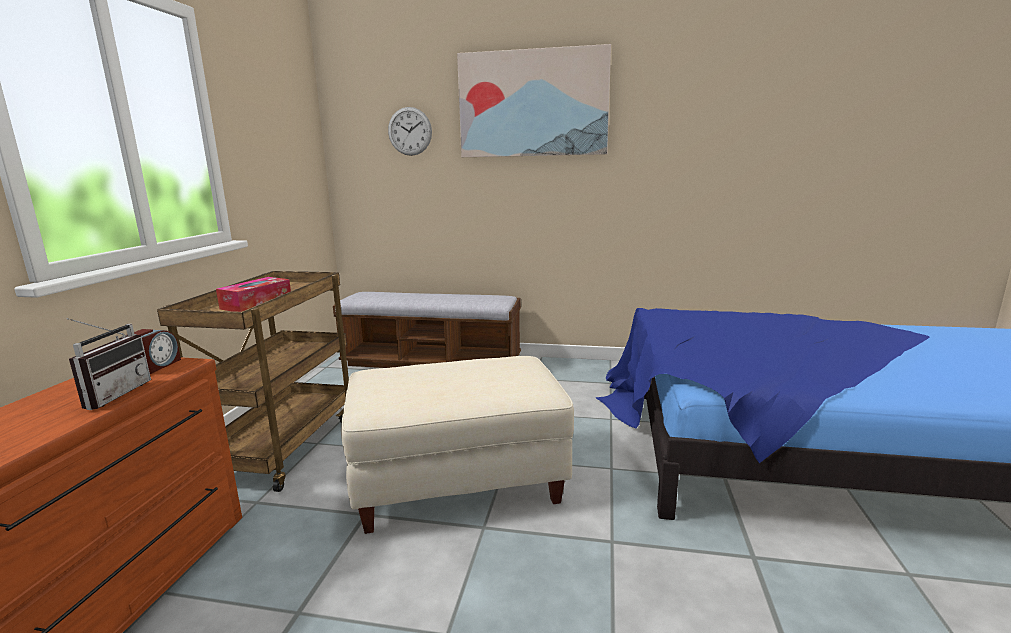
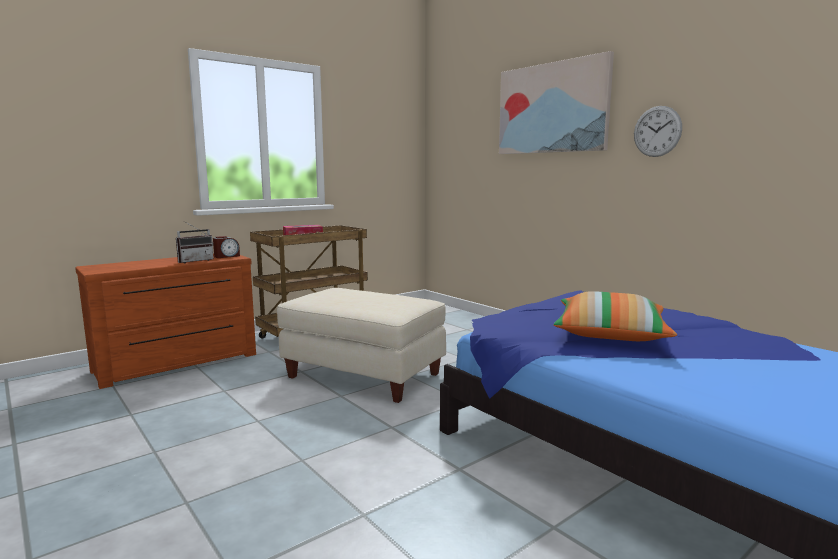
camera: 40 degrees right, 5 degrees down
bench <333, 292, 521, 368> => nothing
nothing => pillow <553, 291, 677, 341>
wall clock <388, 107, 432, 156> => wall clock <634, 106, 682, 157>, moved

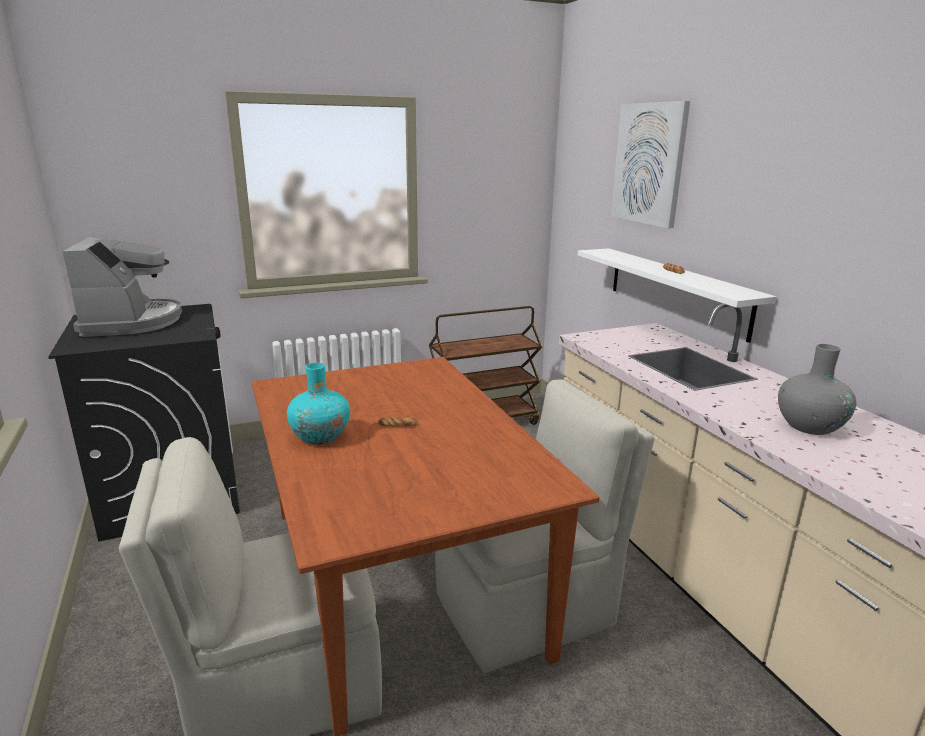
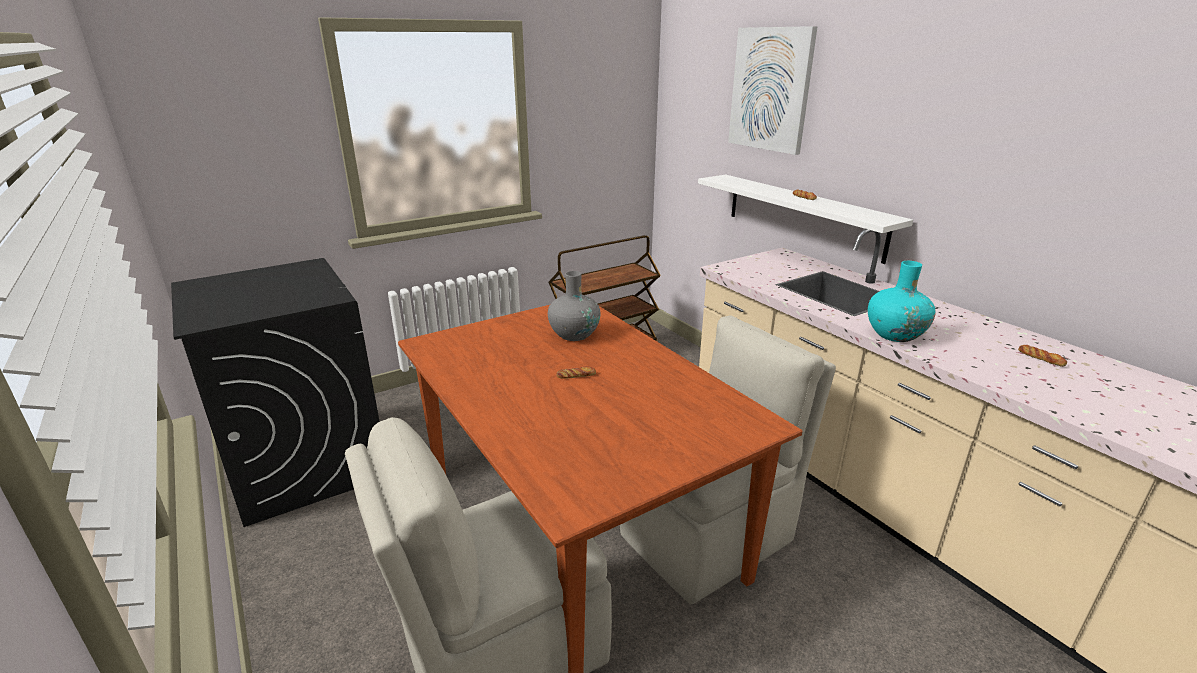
camera: 10 degrees left, 5 degrees up
coffee machine <62, 237, 182, 337> => nothing
nothing => bread <1018, 345, 1067, 367>
turquoise vase <287, 363, 350, 445> => turquoise vase <868, 261, 936, 342>, moved
grey vase <778, 344, 856, 435> => grey vase <548, 271, 600, 341>, moved

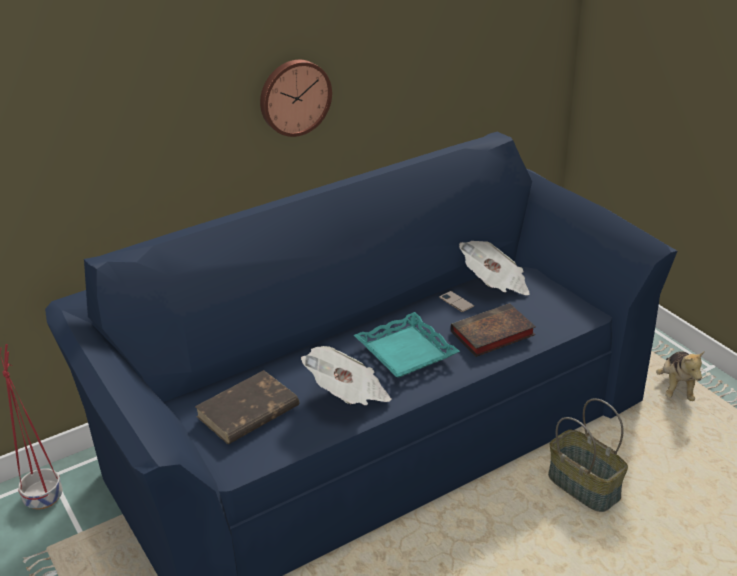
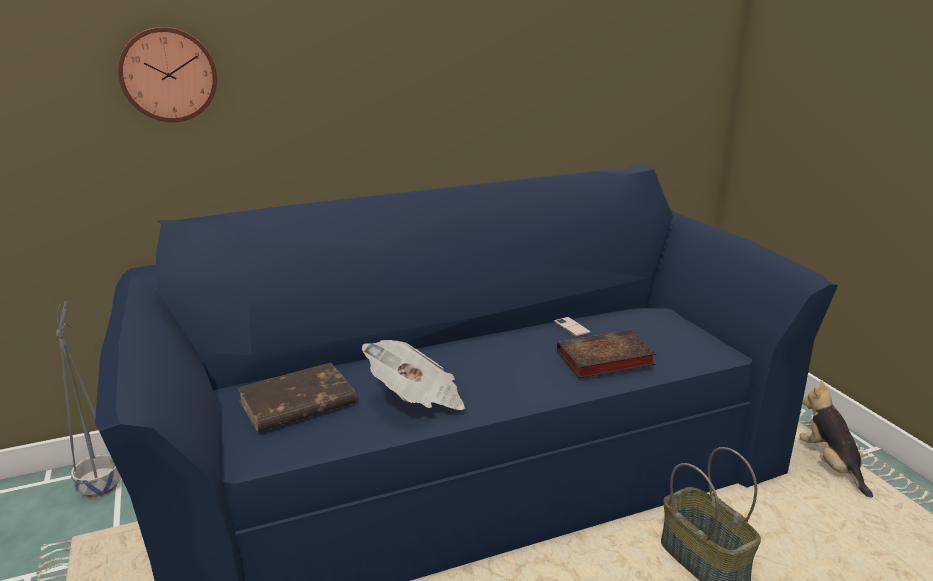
camera: 10 degrees right, 10 degrees down
turquoise tray <354, 312, 460, 378> => nothing
newspaper <459, 241, 529, 295> => nothing
wall clock <260, 60, 332, 137> => wall clock <118, 26, 217, 122>, moved
red planter <0, 344, 63, 509> => grey planter <56, 301, 121, 497>
plush toy <656, 351, 705, 401> => plush toy <799, 381, 873, 497>, 150 degrees clockwise

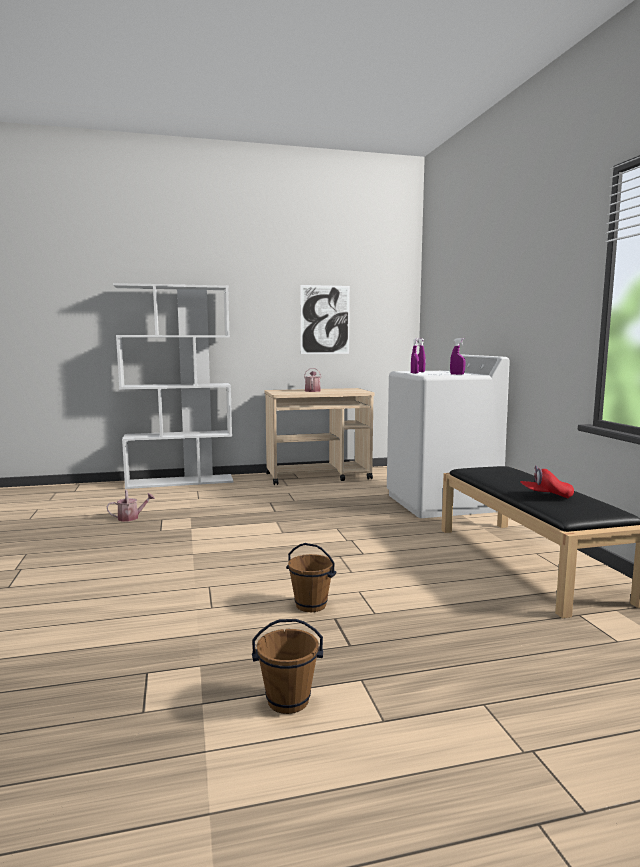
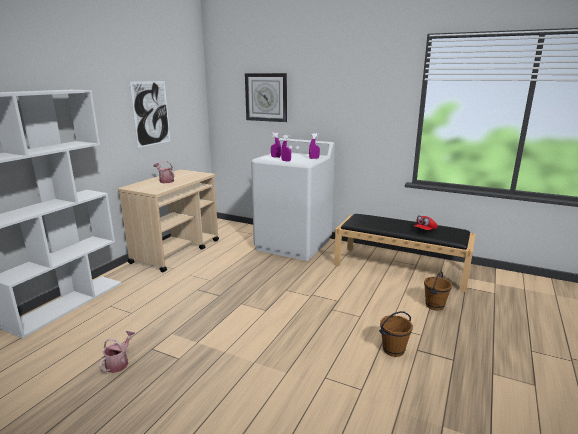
camera: 50 degrees left, 10 degrees up
nothing => wall clock <245, 73, 287, 122>
brown bucket <252, 619, 323, 714> => brown bucket <424, 271, 452, 310>, moved

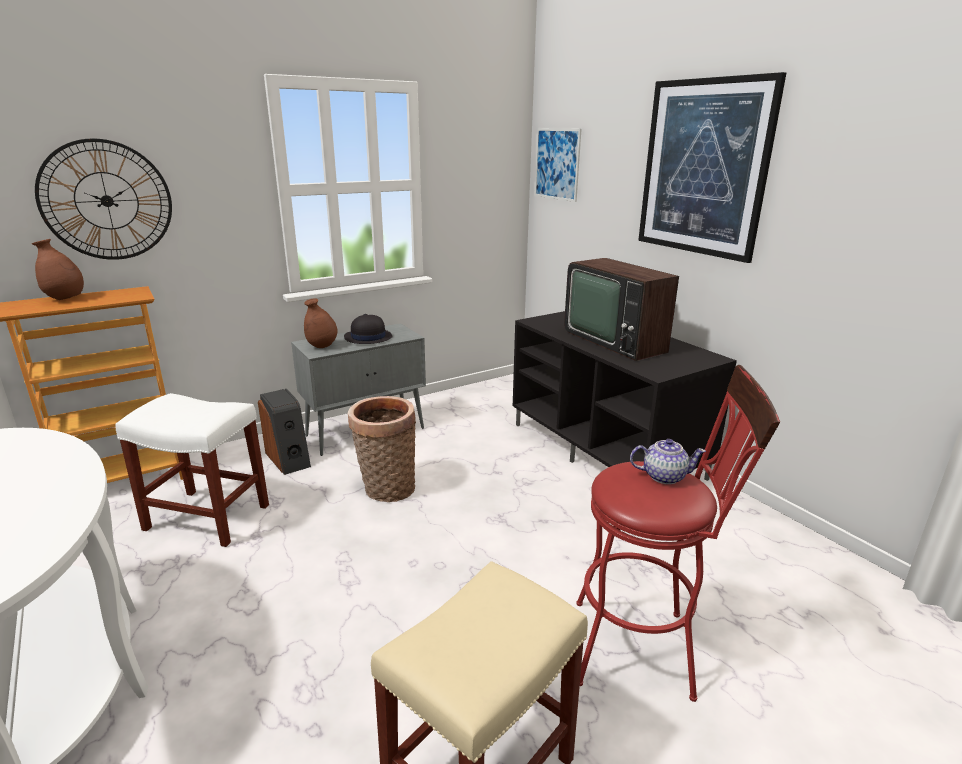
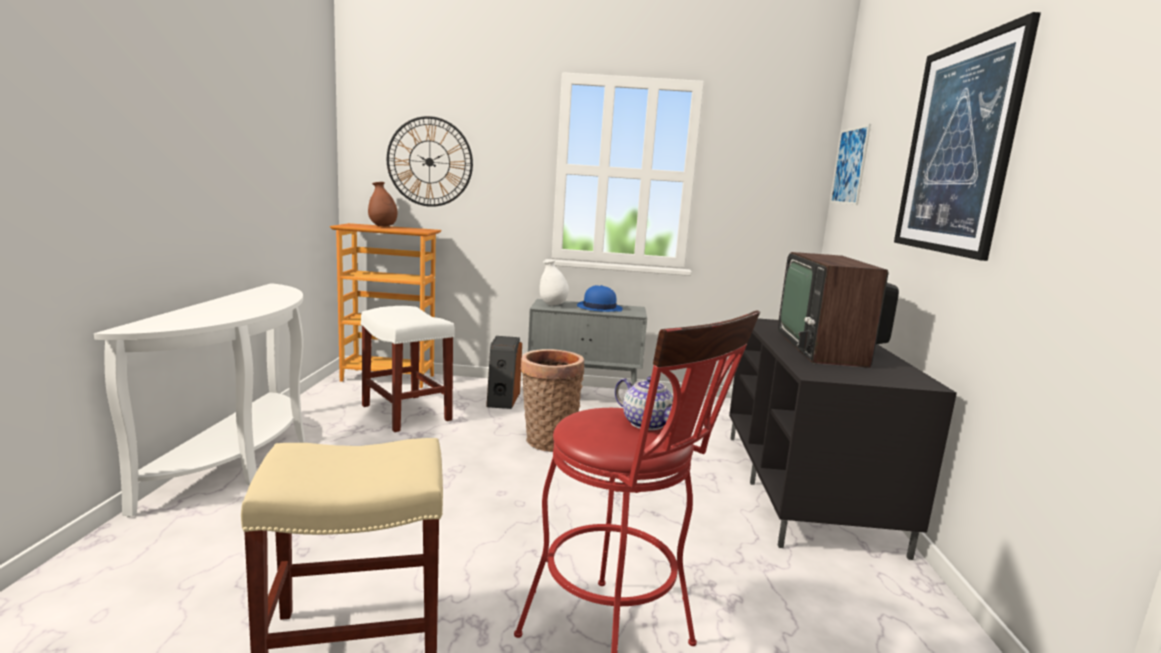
camera: 35 degrees right, 10 degrees down
brown vase <304, 298, 337, 348> => white vase <540, 259, 569, 306>
black hat <344, 314, 393, 344> => blue hat <577, 285, 623, 312>

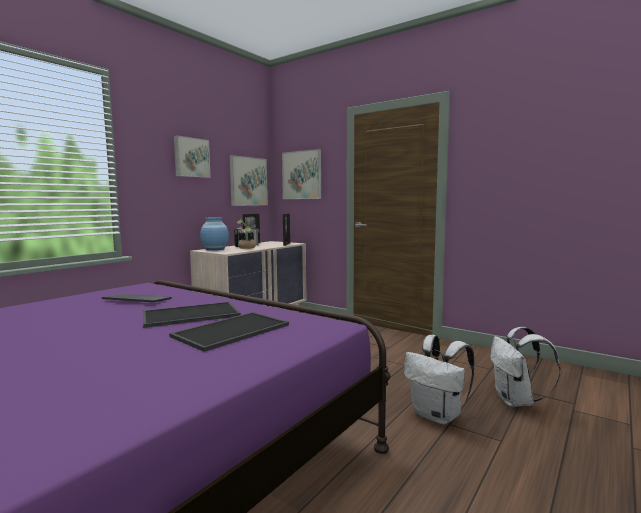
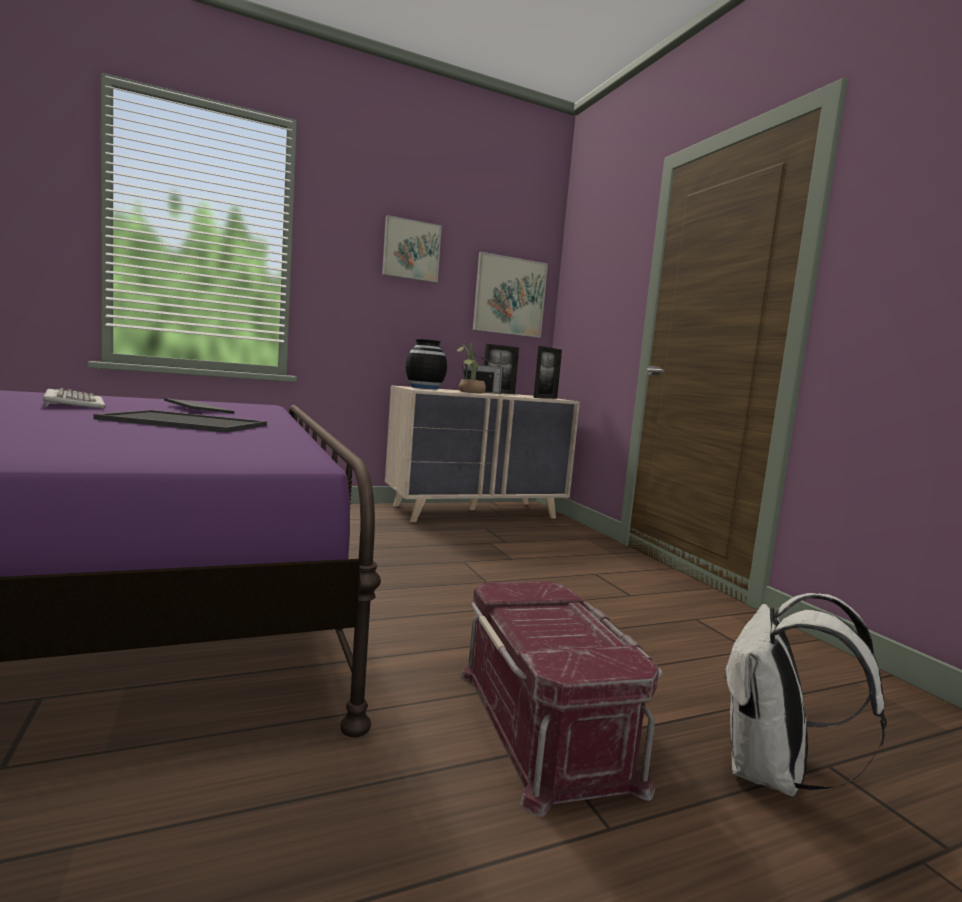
camera: 30 degrees right, 0 degrees up
tray <169, 312, 289, 352> => nothing
picture <282, 149, 321, 199> => nothing
nothing => keyboard <42, 388, 106, 408>
white backpack <404, 335, 475, 425> => red storage box <460, 582, 663, 817>
blue vase <200, 217, 229, 251> => black vase <406, 339, 447, 389>

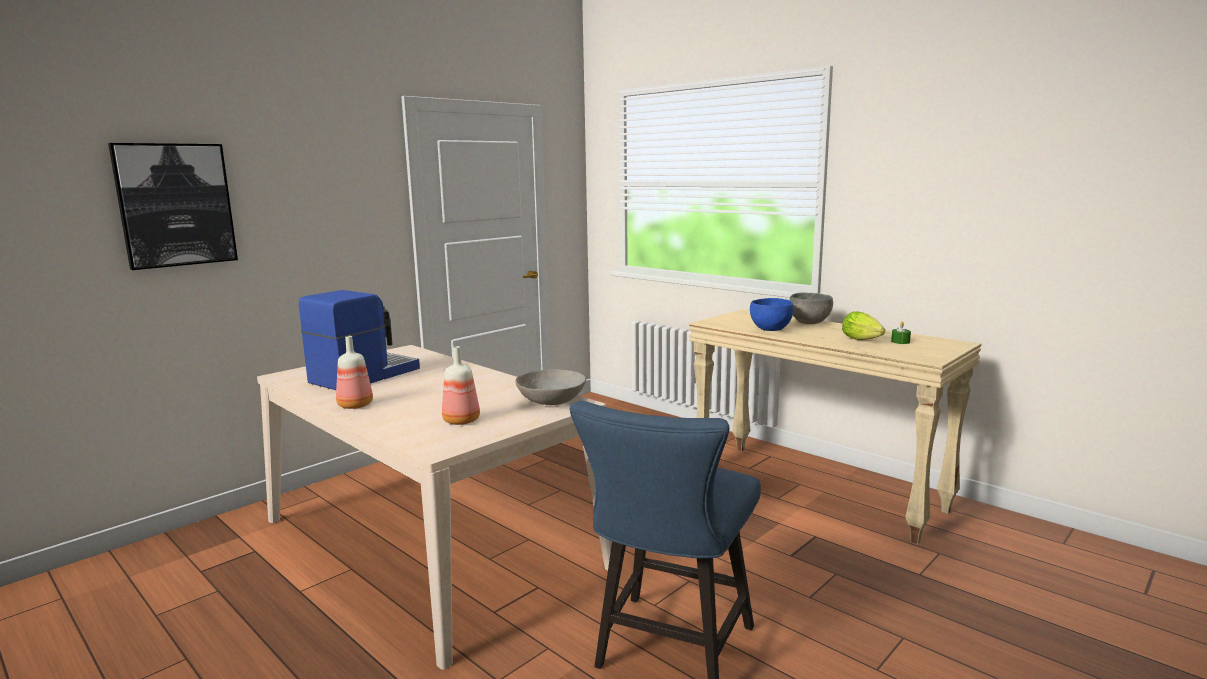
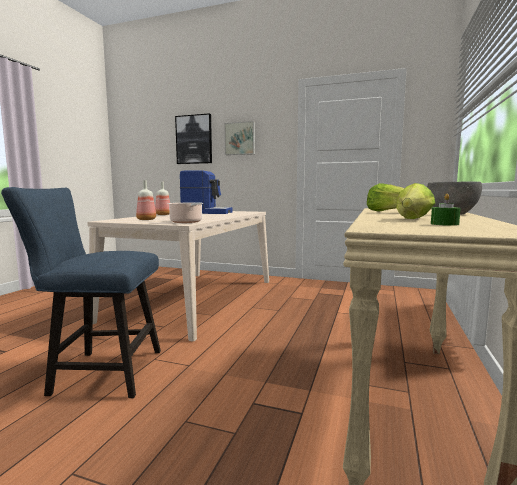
camera: 65 degrees right, 5 degrees down
nothing => picture <224, 121, 255, 155>
grey bowl <515, 369, 586, 405> => cooking pot <168, 202, 203, 223>
blue bowl <750, 298, 794, 331> => lettuce <367, 183, 405, 212>

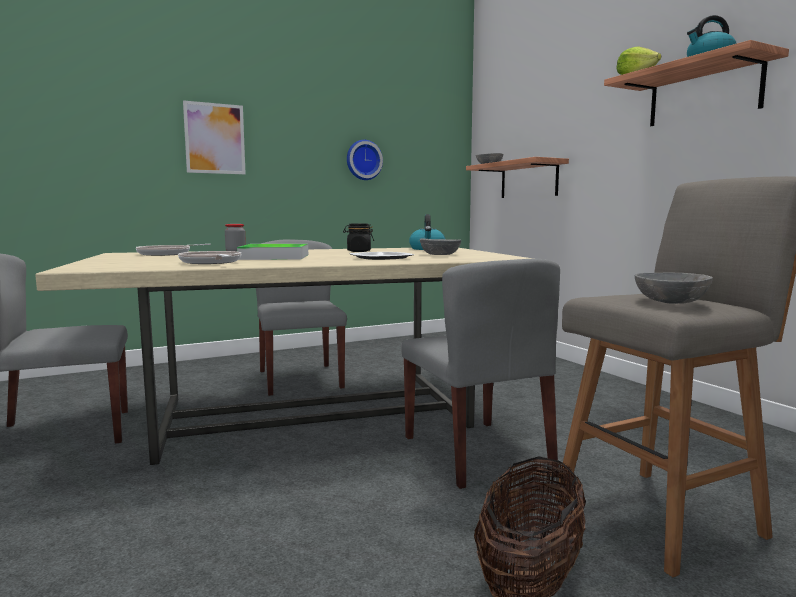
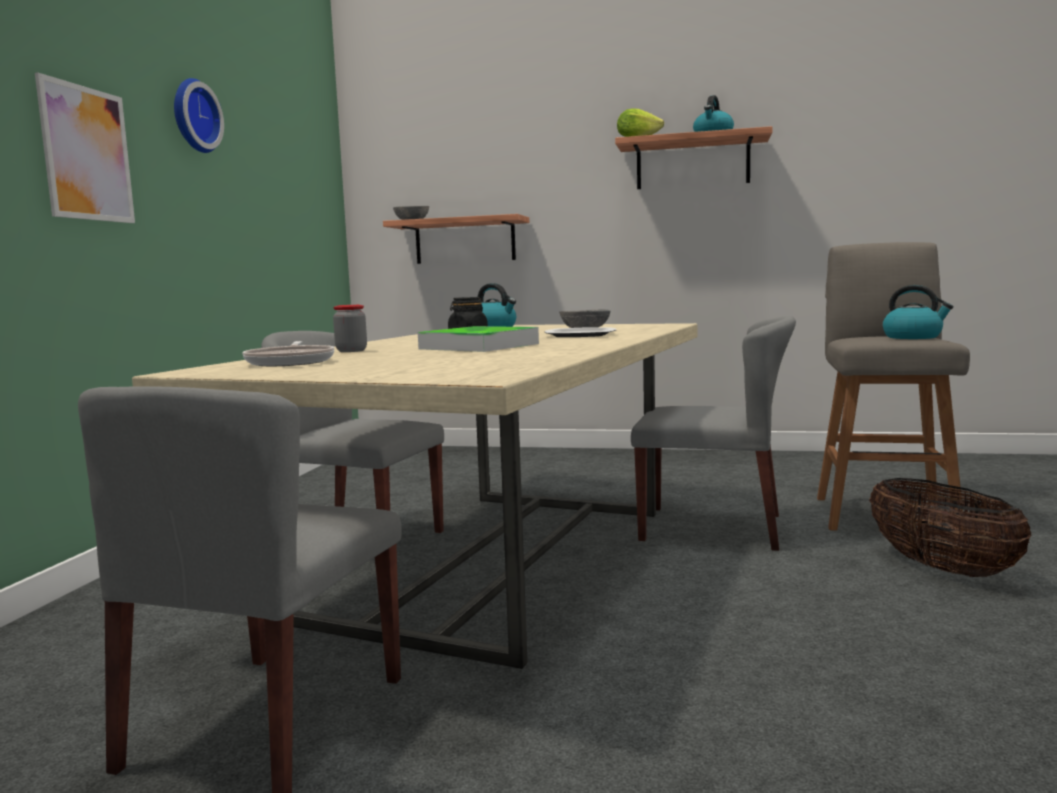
camera: 50 degrees left, 0 degrees up
frying pan <178, 251, 241, 264> => nothing
wall clock <347, 140, 383, 180> => wall clock <174, 78, 224, 153>, moved
grey bowl <635, 273, 713, 304> => kettle <883, 285, 953, 339>

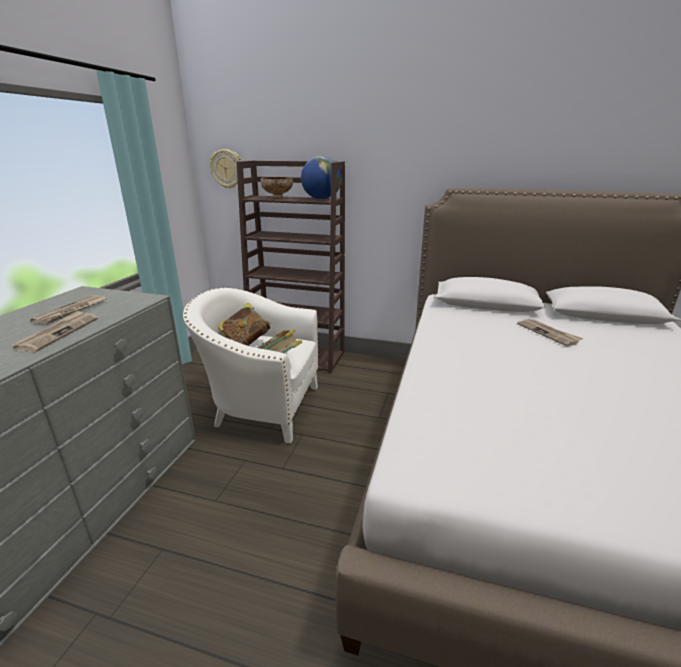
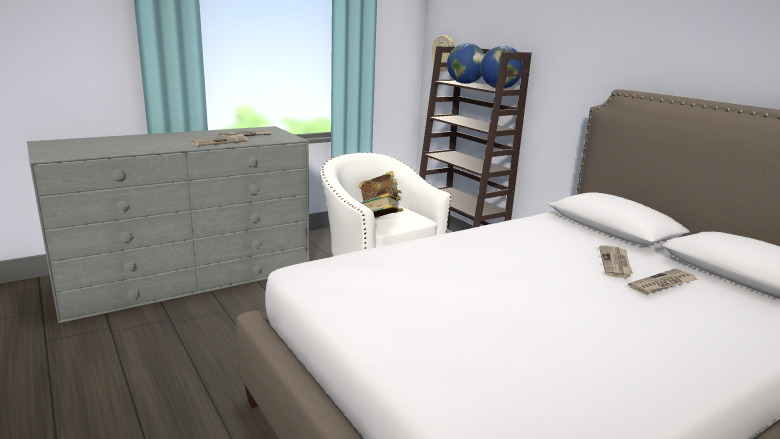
camera: 40 degrees right, 5 degrees down
nothing => newspaper <628, 268, 697, 295>
bowl <261, 177, 293, 199> => globe <447, 43, 485, 84>

